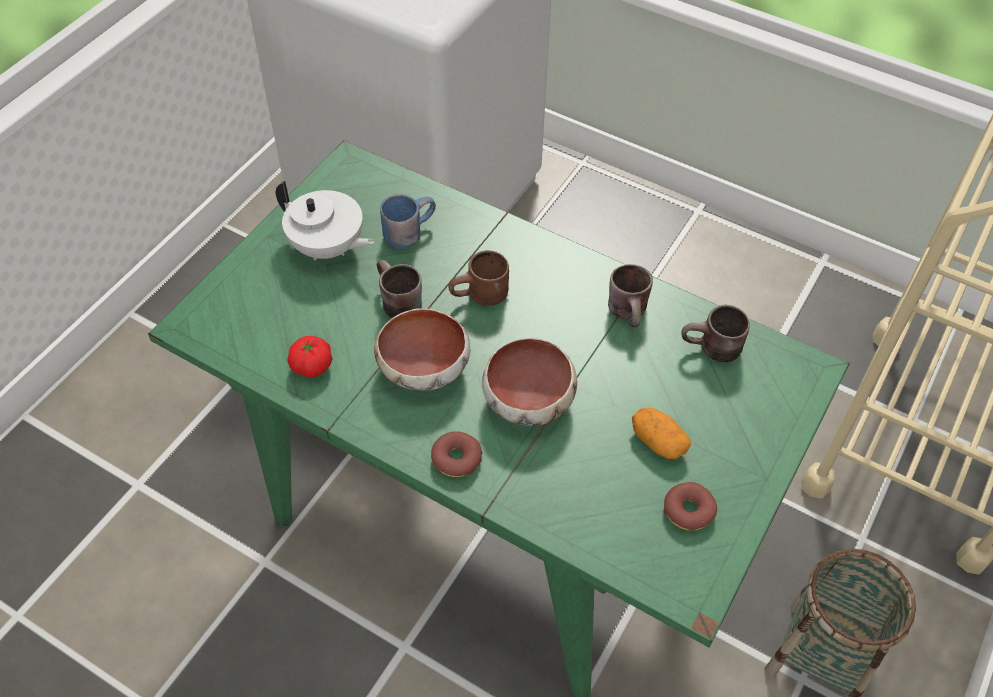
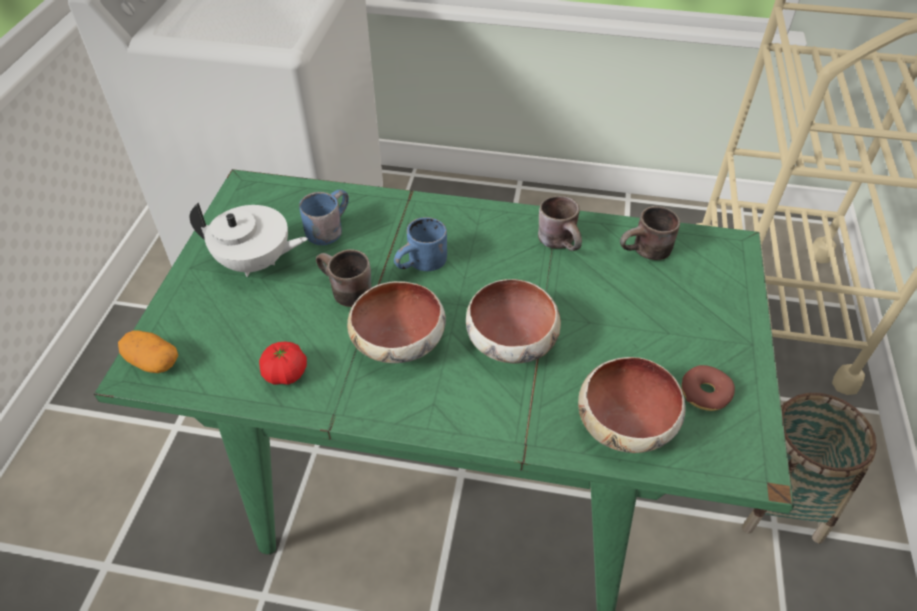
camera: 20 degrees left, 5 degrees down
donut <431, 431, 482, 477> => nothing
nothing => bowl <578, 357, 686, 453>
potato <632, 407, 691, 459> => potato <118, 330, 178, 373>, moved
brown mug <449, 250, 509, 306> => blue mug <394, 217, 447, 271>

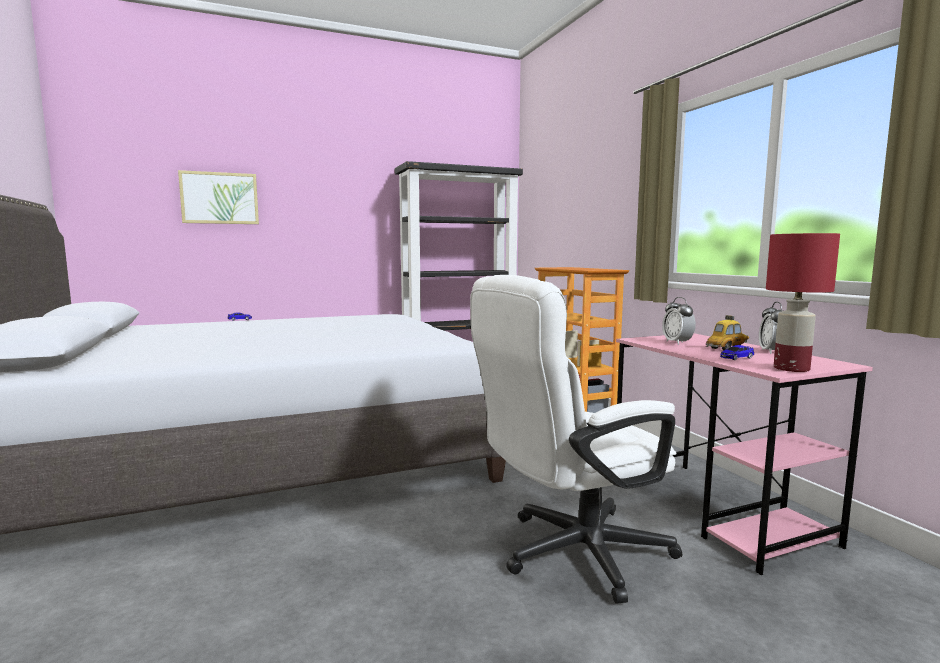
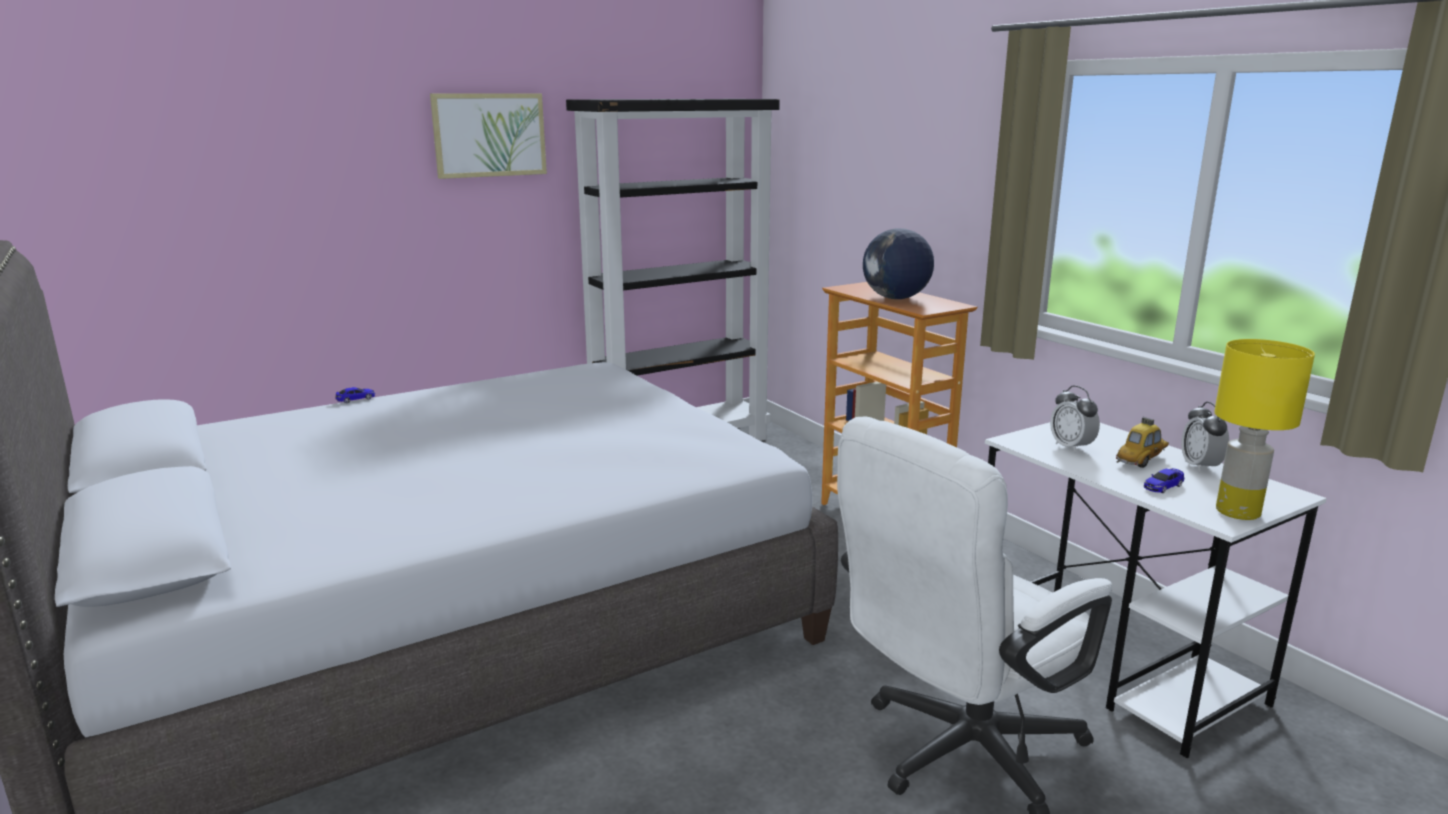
camera: 10 degrees left, 10 degrees up
nothing => globe <863, 228, 934, 299>
picture <178, 170, 259, 224> => picture <430, 93, 547, 179>, moved
pink desk <616, 333, 873, 575> => white desk <985, 422, 1327, 758>
red table lamp <766, 233, 840, 372> => yellow table lamp <1214, 339, 1315, 520>

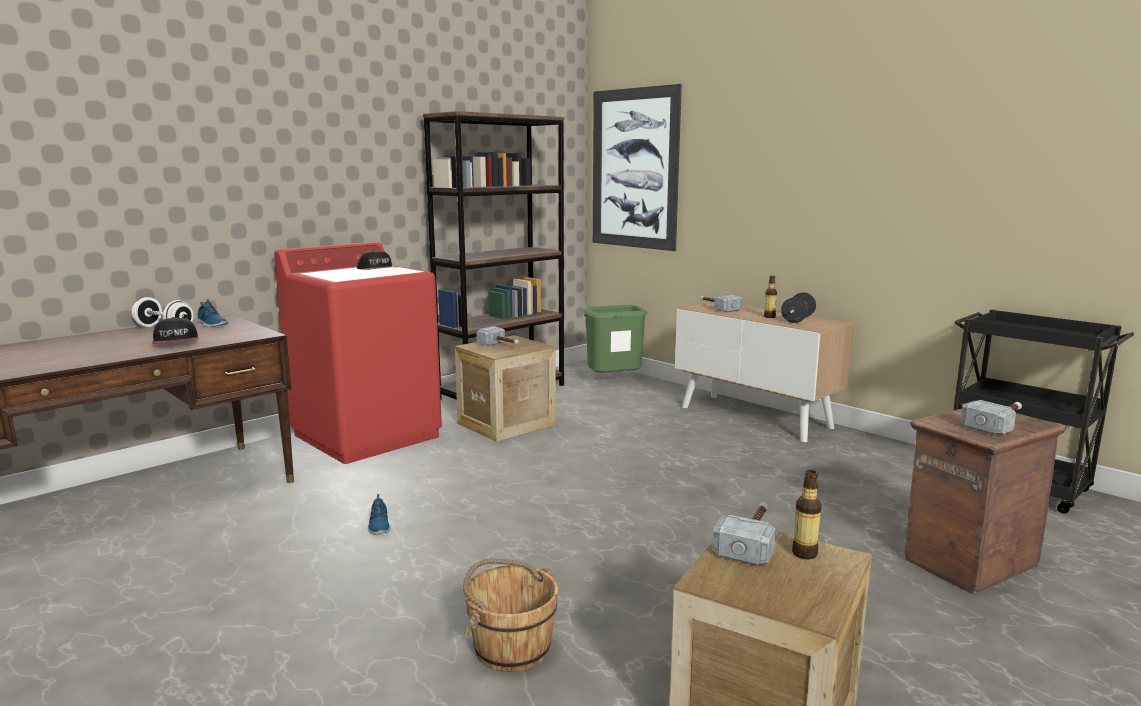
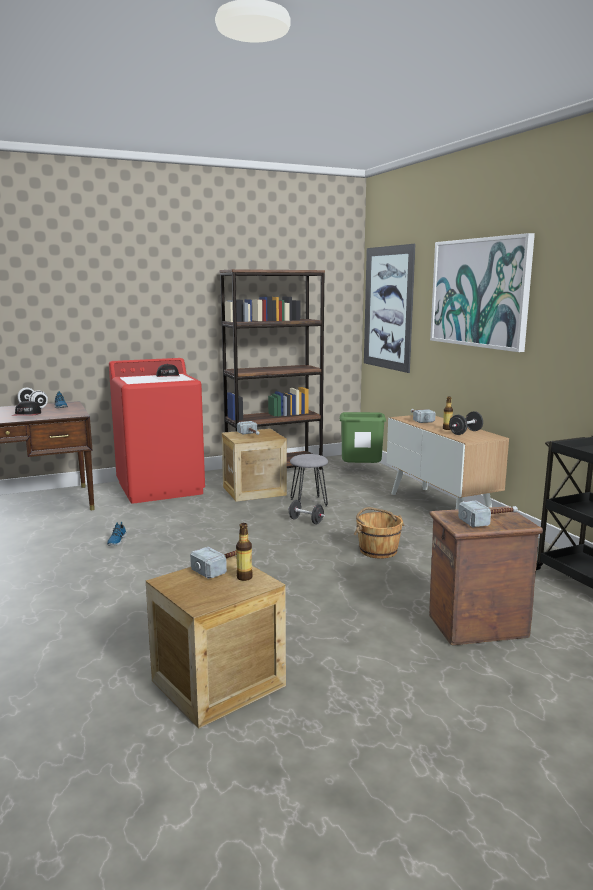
camera: 20 degrees right, 0 degrees up
nothing => black dumbbell <288, 500, 325, 524>
nothing => grey stool <290, 454, 328, 507>
nothing => picture <430, 233, 535, 352>
brown bucket <463, 559, 559, 672> => brown bucket <354, 507, 404, 559>, moved

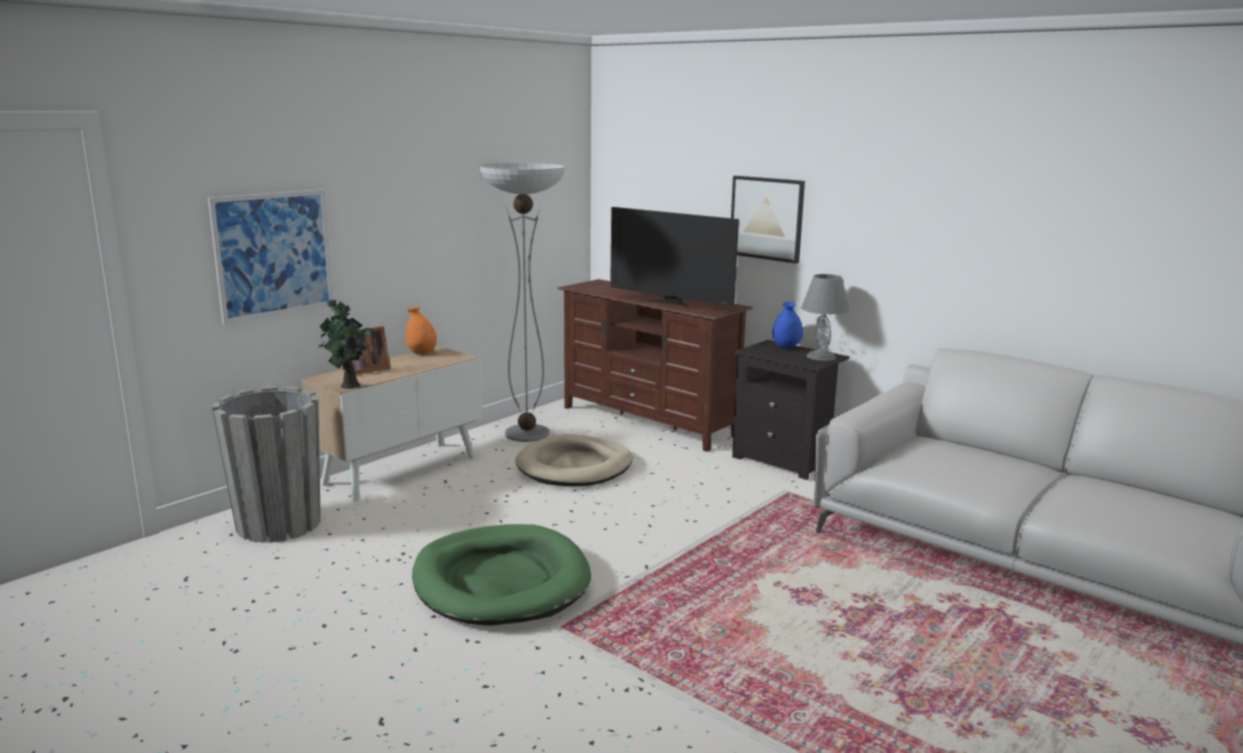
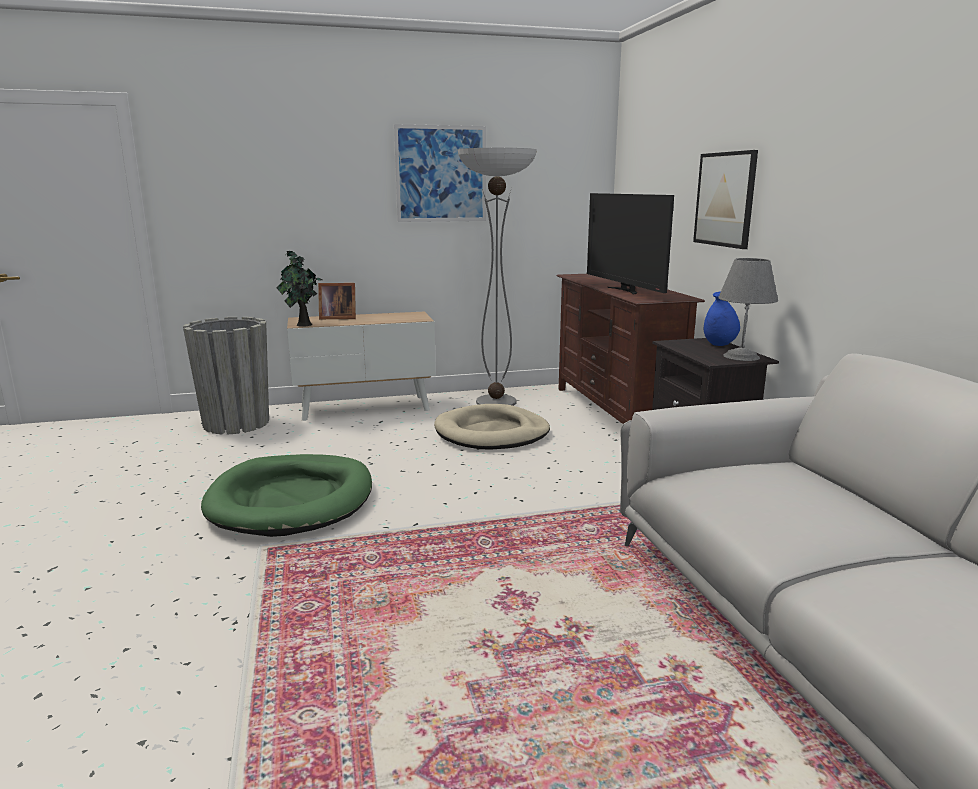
camera: 35 degrees right, 0 degrees up
orange vase <405, 306, 437, 354> => nothing
picture <208, 189, 334, 324> => picture <394, 124, 486, 222>, moved

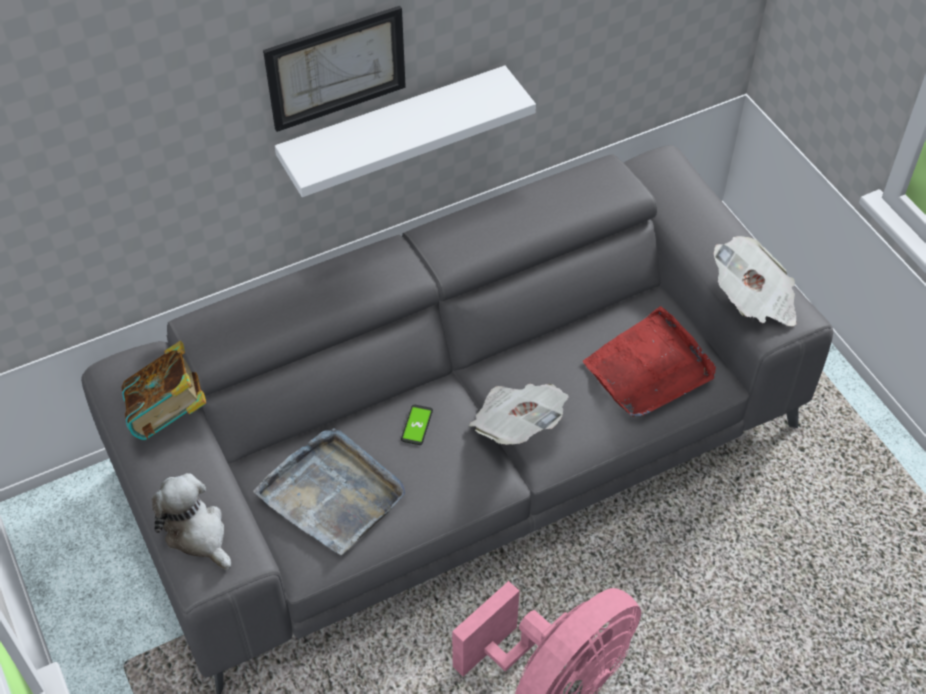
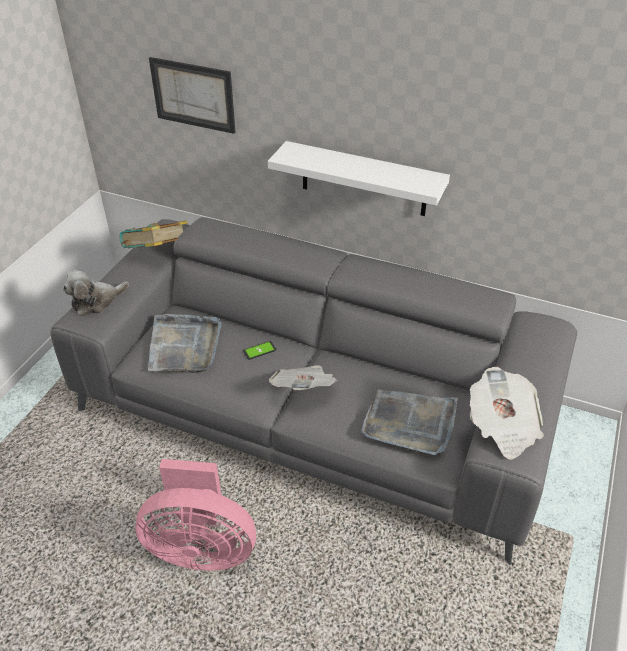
camera: 50 degrees right, 10 degrees down
picture <263, 6, 406, 132> => picture <149, 57, 236, 134>, moved
red tray <583, 306, 716, 417> => grey tray <361, 390, 458, 455>
plush toy <152, 473, 231, 570> => plush toy <63, 270, 129, 316>, 135 degrees counterclockwise

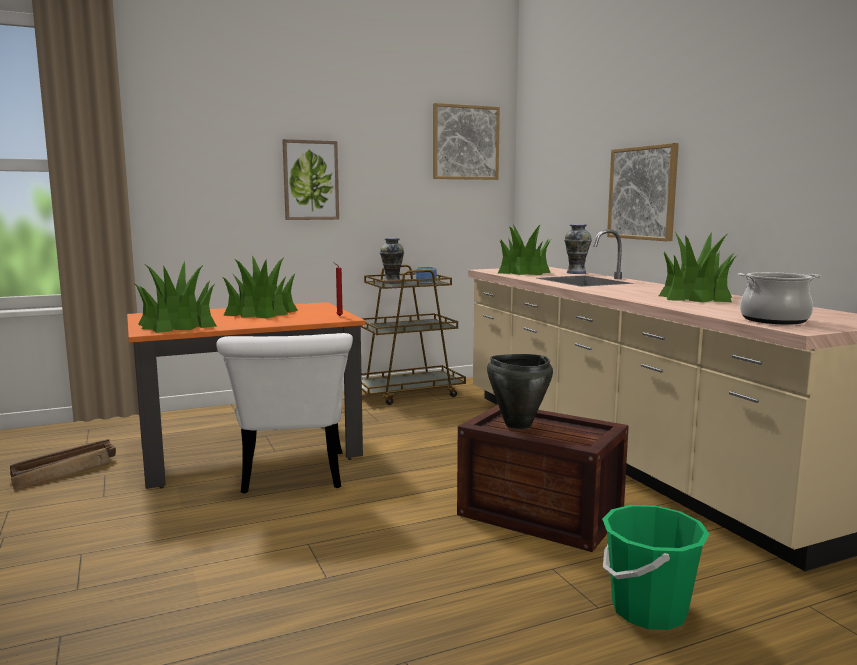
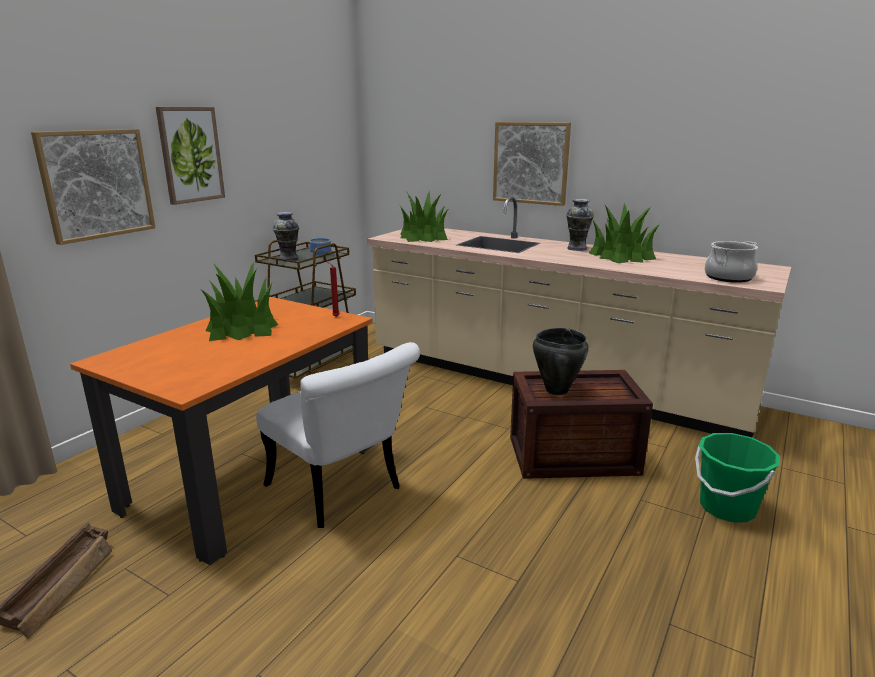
camera: 35 degrees left, 10 degrees up
potted plant <134, 261, 217, 333> => nothing
picture <433, 103, 500, 180> => picture <31, 129, 155, 245>, moved
vase <564, 224, 592, 274> => vase <566, 199, 594, 251>, moved

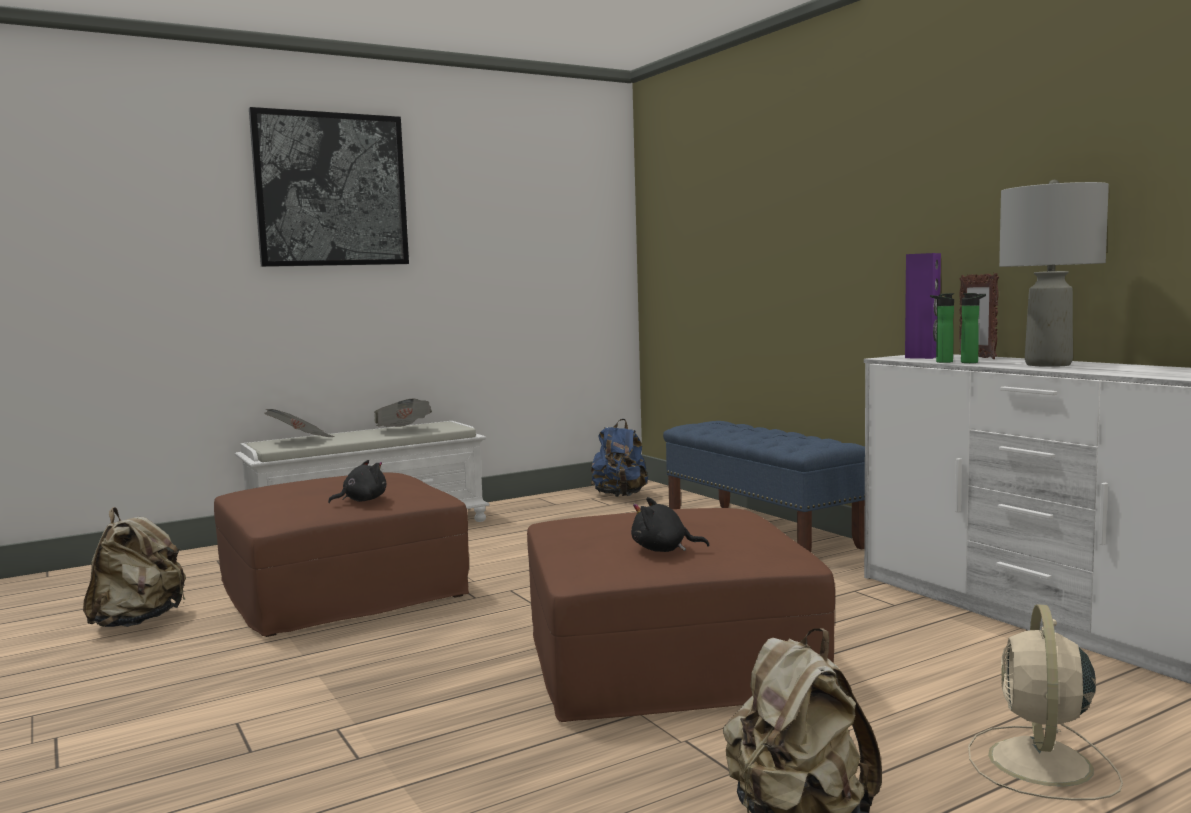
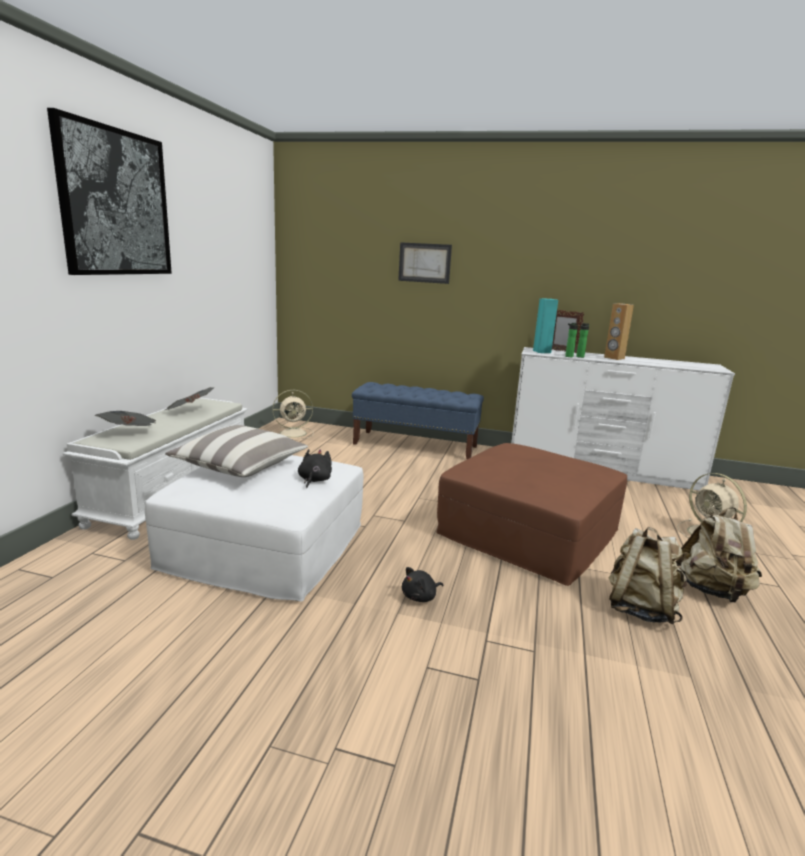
camera: 45 degrees left, 10 degrees up
nothing => pillow <165, 425, 308, 477>
nothing => picture <398, 242, 452, 284>
beige backpack <83, 507, 186, 627> => beige backpack <608, 527, 687, 624>, moved
black plush toy <631, 497, 709, 552> => black plush toy <402, 567, 443, 602>, moved
blue backpack <591, 419, 648, 497> => beige fan <271, 390, 314, 439>
grey table lamp <999, 180, 1109, 367> => brown speaker <604, 303, 634, 360>
brown ottoman <214, 472, 469, 637> => white ottoman <145, 455, 364, 602>
purple speaker <905, 253, 941, 359> => turquoise speaker <533, 298, 558, 353>

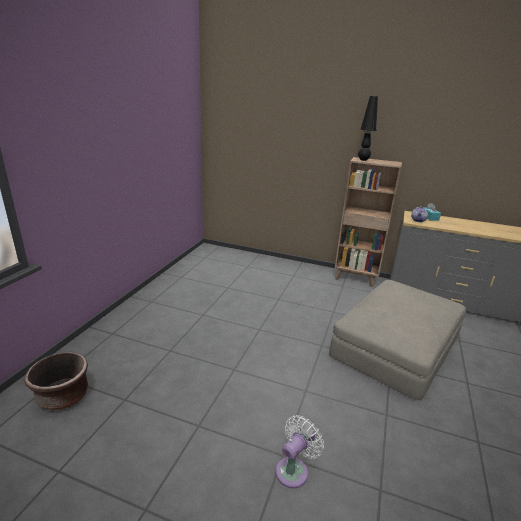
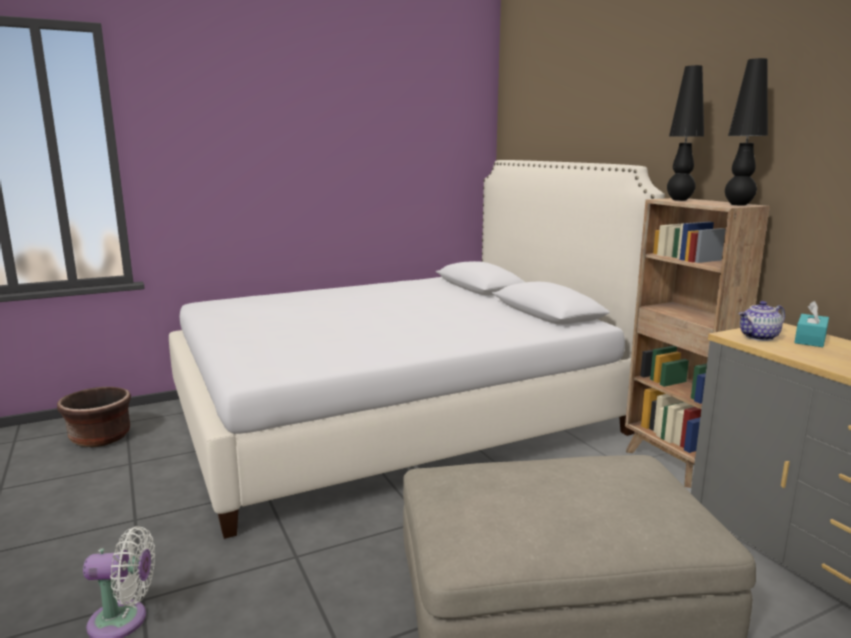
camera: 45 degrees right, 10 degrees down
nothing => white bed <169, 160, 665, 539>
nothing => black table lamp <725, 58, 768, 206>

